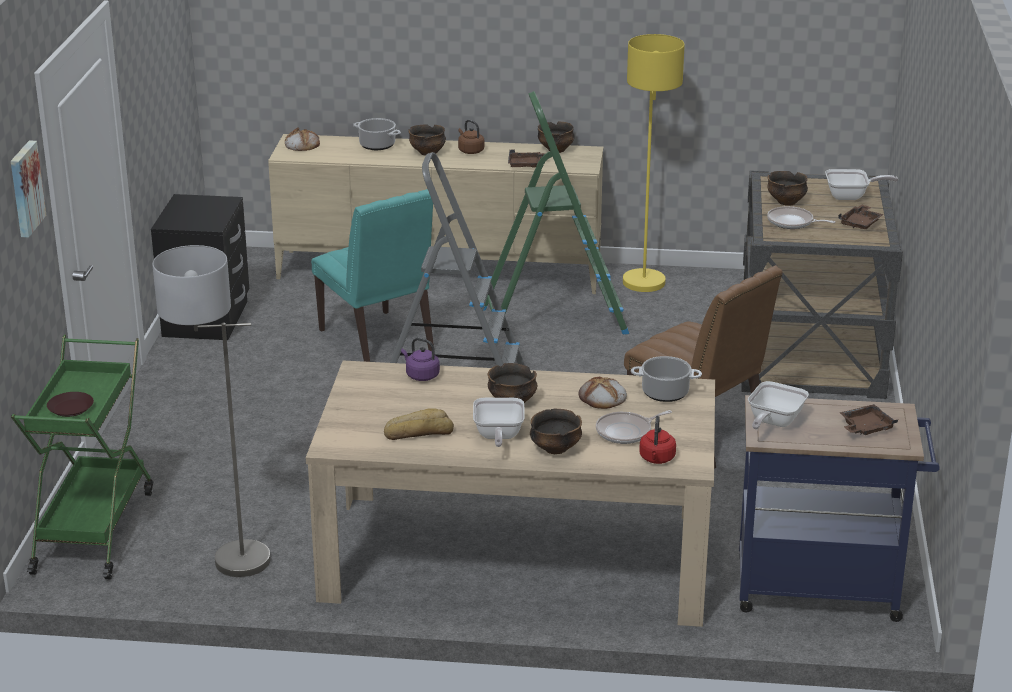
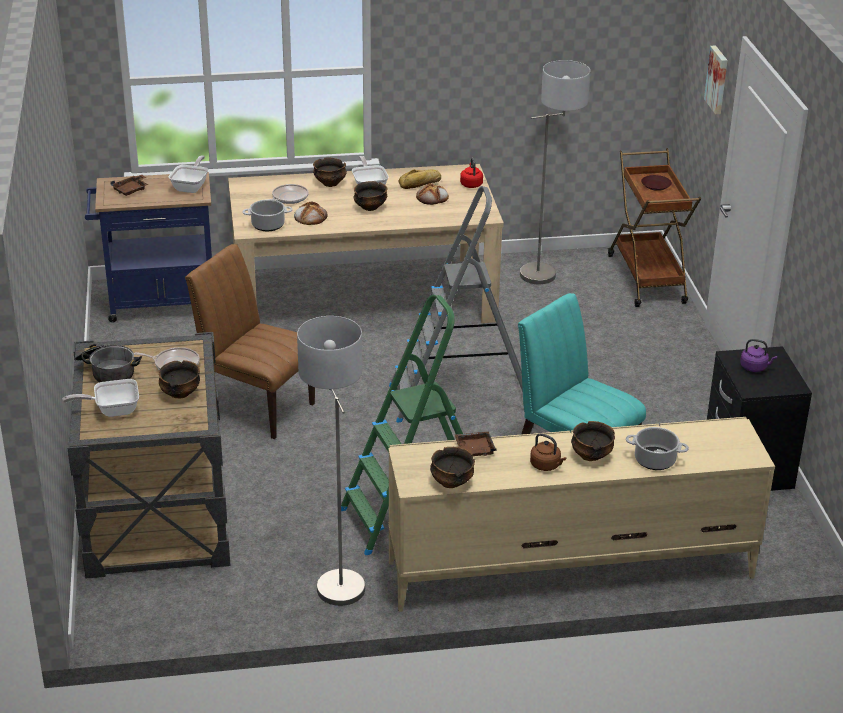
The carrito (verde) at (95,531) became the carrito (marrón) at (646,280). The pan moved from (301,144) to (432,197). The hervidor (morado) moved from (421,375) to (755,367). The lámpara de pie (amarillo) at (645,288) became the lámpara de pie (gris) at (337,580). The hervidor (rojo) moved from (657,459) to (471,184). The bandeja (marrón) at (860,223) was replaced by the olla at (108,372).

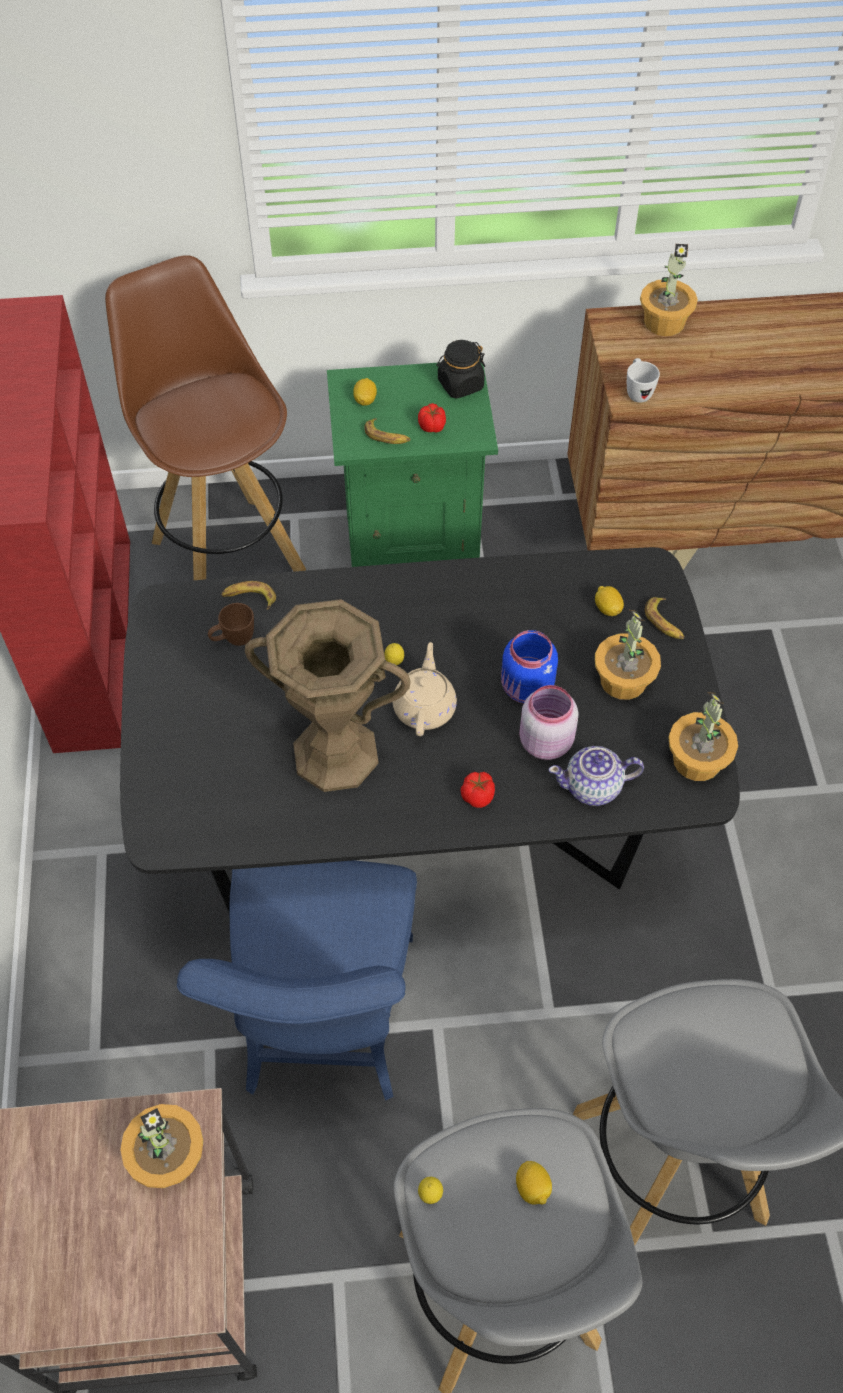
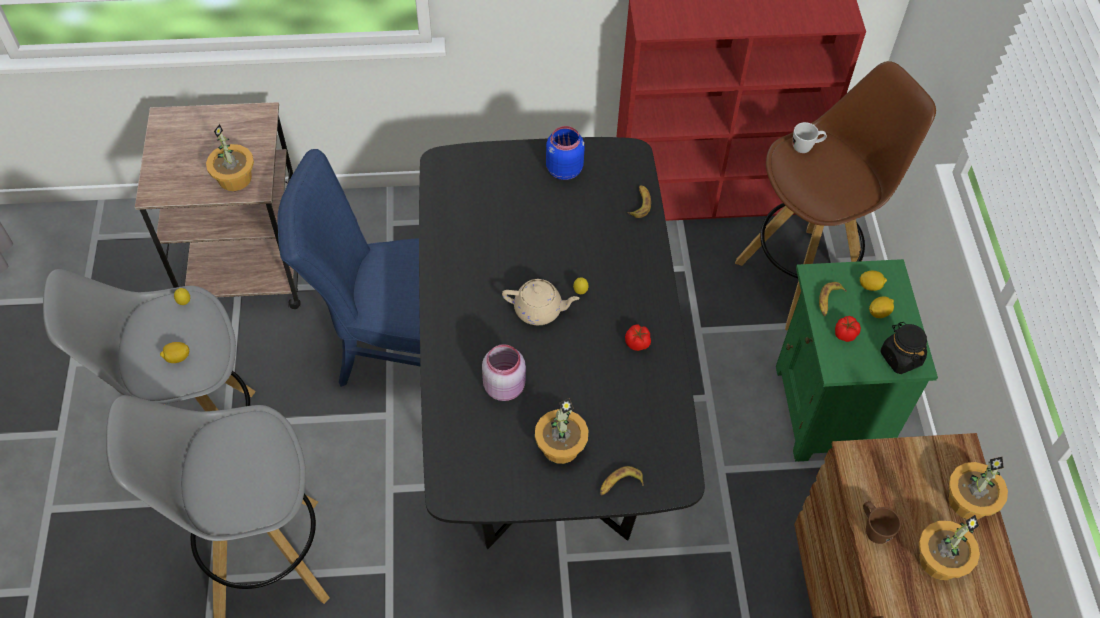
The taza grande (marrón) moved from (233,640) to (873,529). The florero (marrón) at (335,755) disappeared. The tomate moved from (478,795) to (637,343). The tarro (azul) moved from (526,689) to (563,169). The tetera at (593,787) disappeared. The limón moved from (607,608) to (879,312). The taza grande (blanco) moved from (637,392) to (806,147). The planta en maceta moved from (696,760) to (939,559).

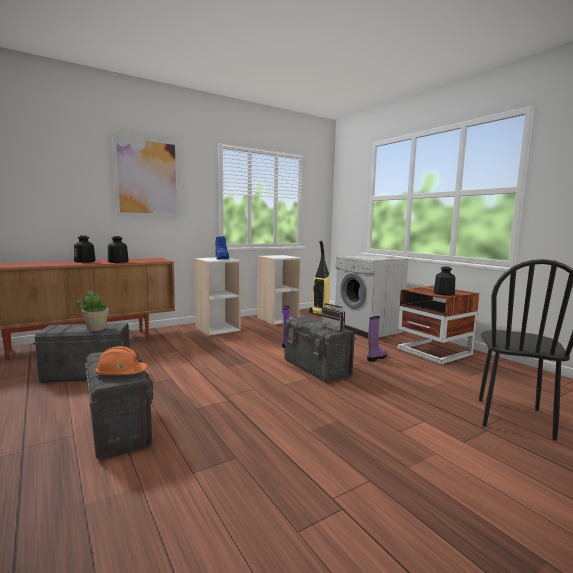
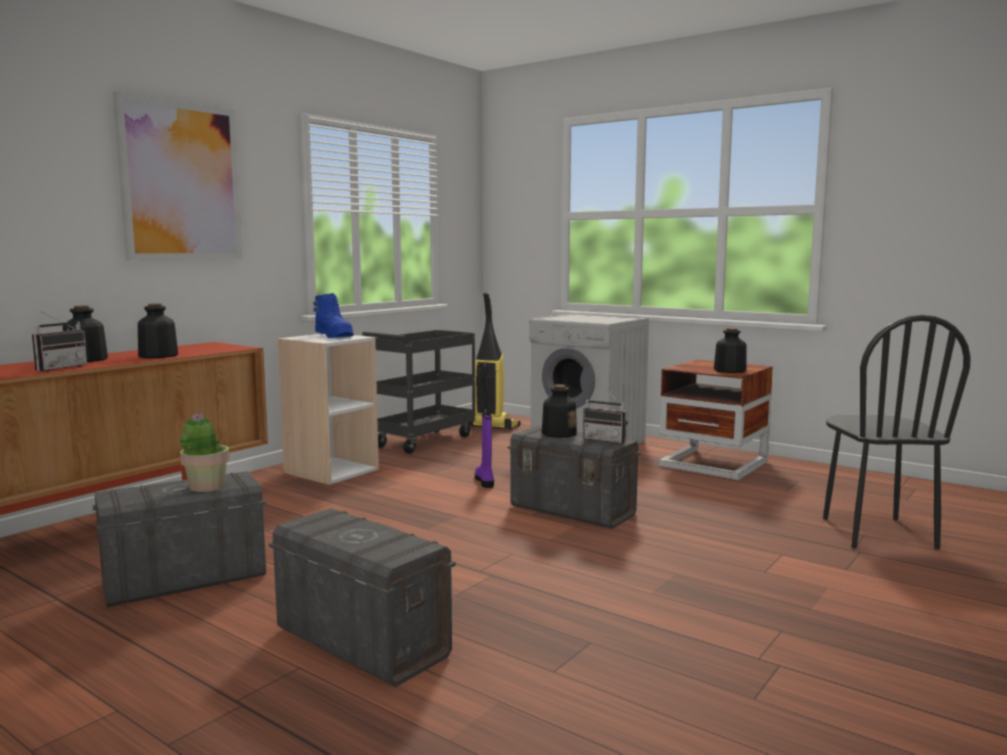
The casco (naranja) at (120,373) disappeared. The estantería at (278,319) was replaced by the carrito (gris) at (422,442). The bota (morado) at (376,358) disappeared. The radio at (58,368) appeared. The botella at (558,433) appeared.

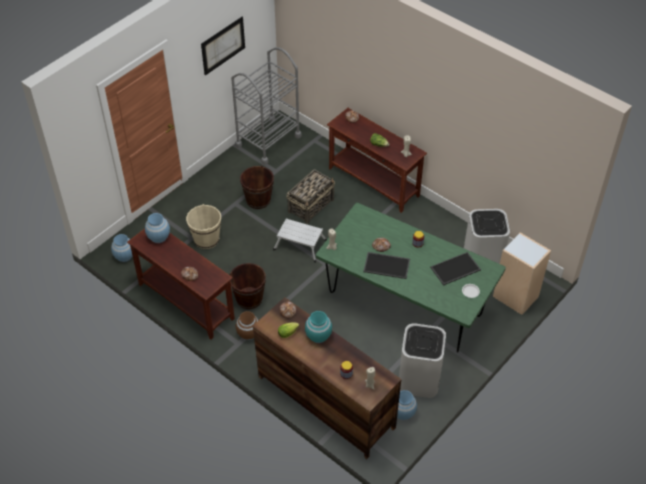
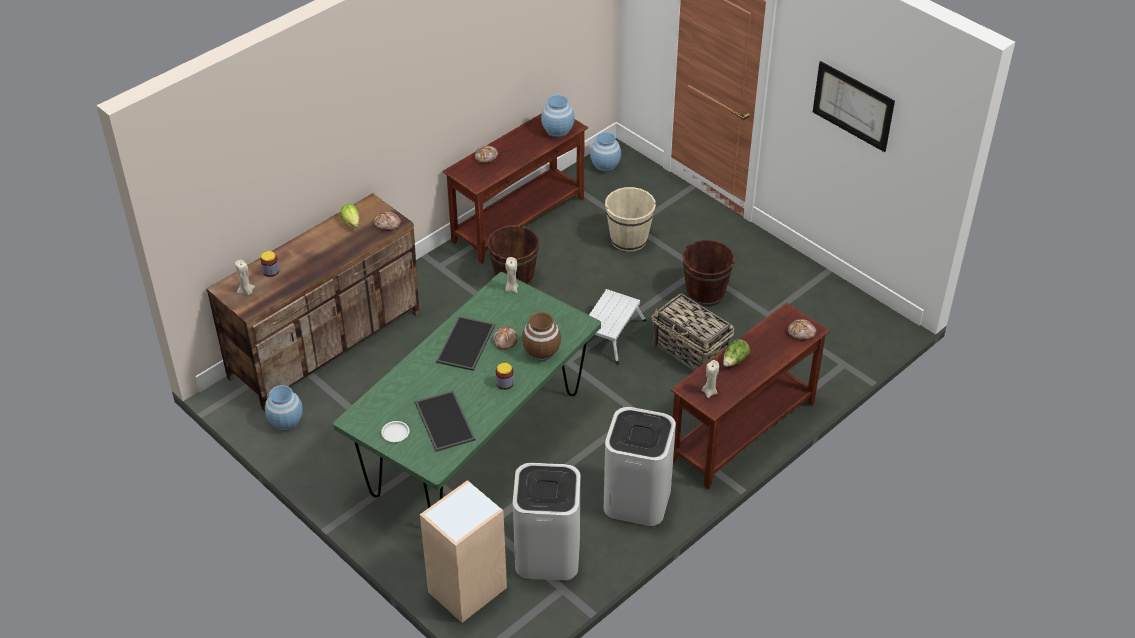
The carrito (gris) at (268,141) disappeared. The florero (marrón) moved from (248,333) to (541,351). The florero (turquesa) at (318,335) disappeared. The papelera (blanco) moved from (418,379) to (637,499).

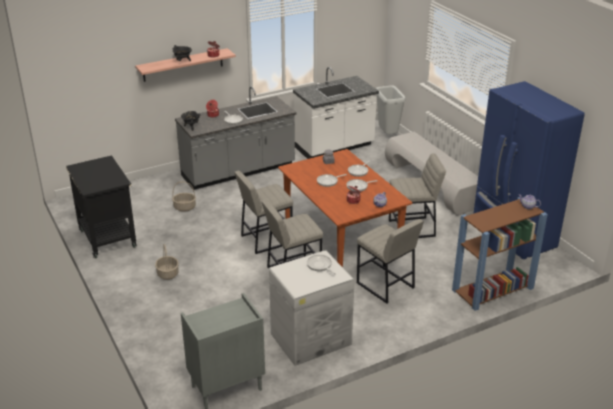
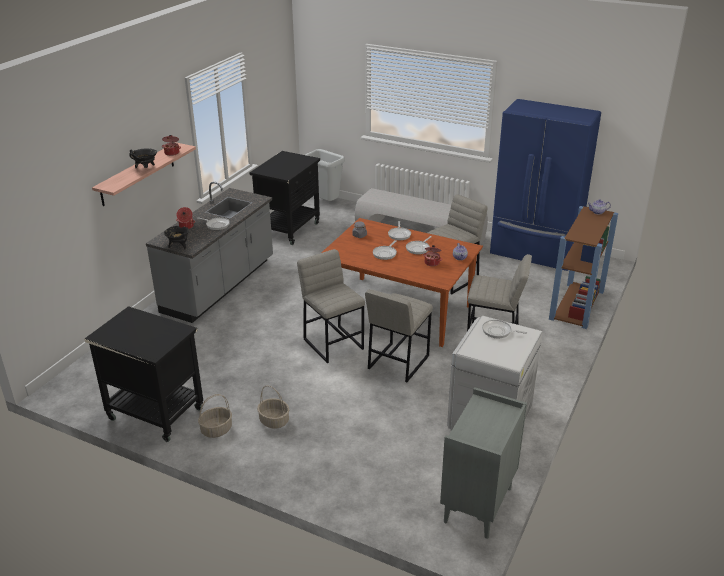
The cesta moved from (185,207) to (216,429). The silla (gris) at (265,240) turned 120 degrees clockwise. The mueble bajo de cocina (blanco) at (334,147) was replaced by the carrito (negro) at (289,230).

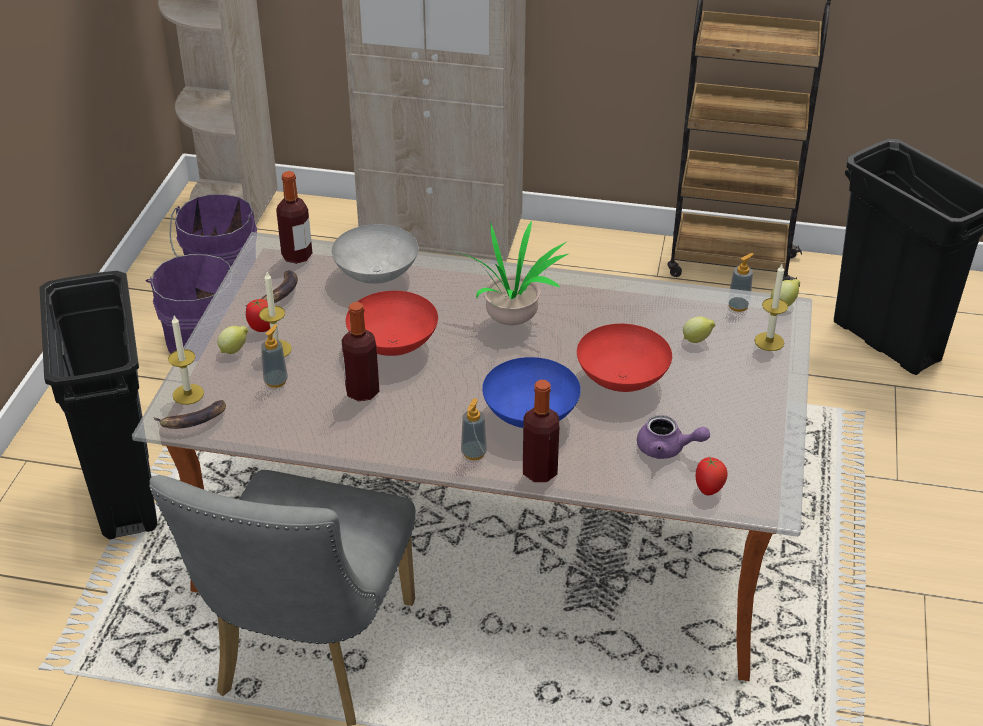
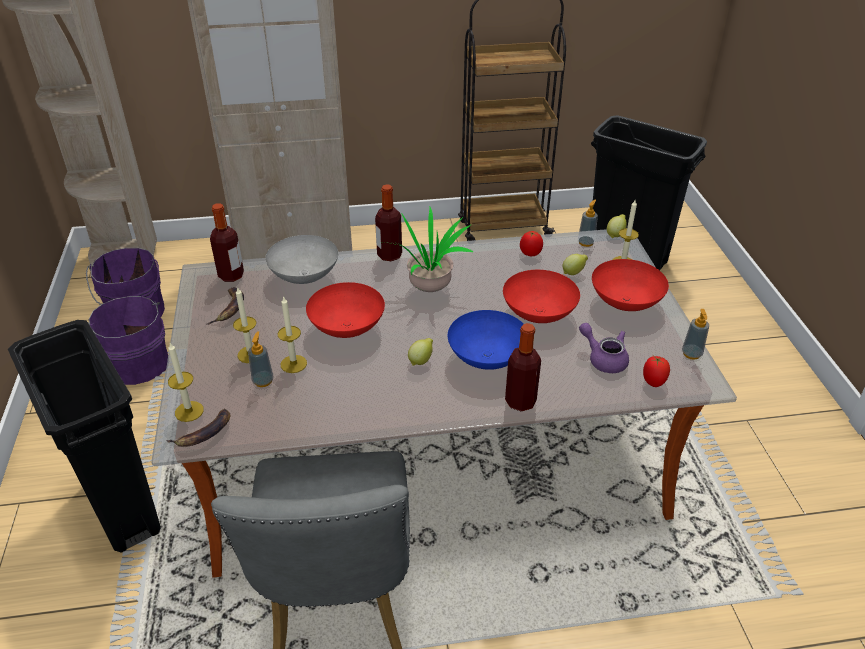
The limón moved from (234,350) to (421,360). The tomate moved from (261,328) to (530,253). The botella moved from (362,391) to (389,255). The dispensador de jabón moved from (473,453) to (691,354). The tetera (morado) at (667,449) turned 135 degrees counterclockwise. The vela at (293,364) appeared. The cuenco (rojo) at (626,303) appeared.

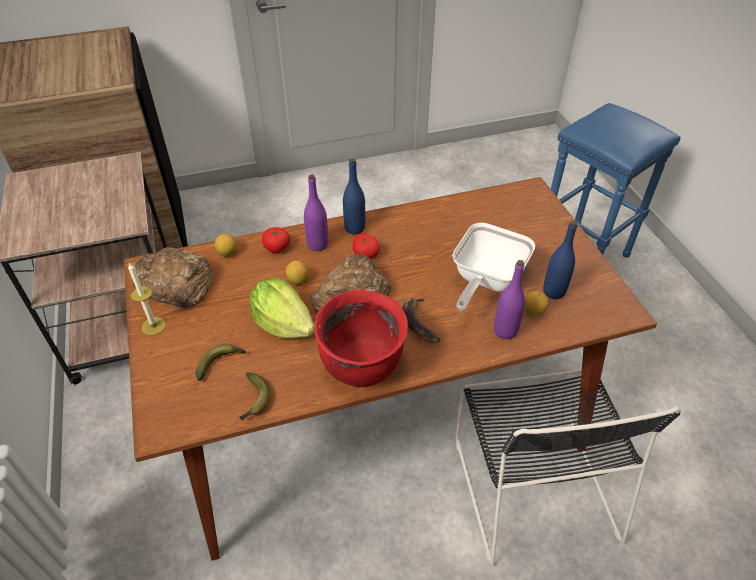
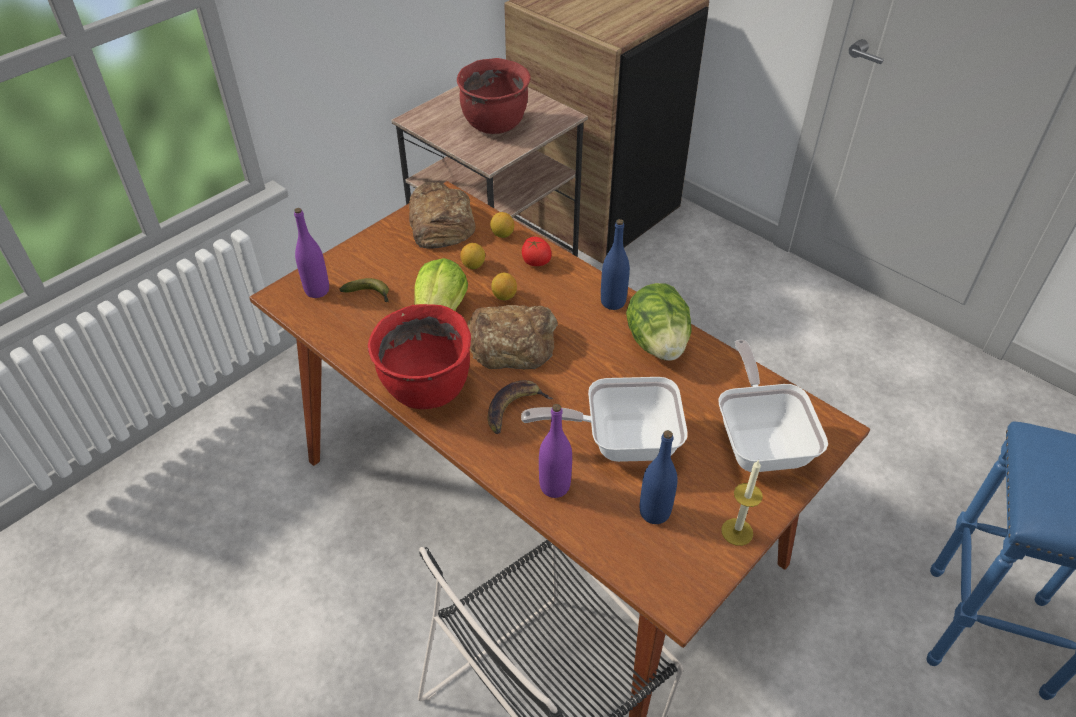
The vela moved from (153,326) to (737,532). The plátano at (254,400) disappeared. The botella (morado) moved from (317,244) to (317,290). The tomate at (365,255) disappeared. The limón moved from (534,311) to (473,265). The olla (rojo) at (495,125) appeared. The lechuga at (657,343) appeared. The sartén at (760,440) appeared.

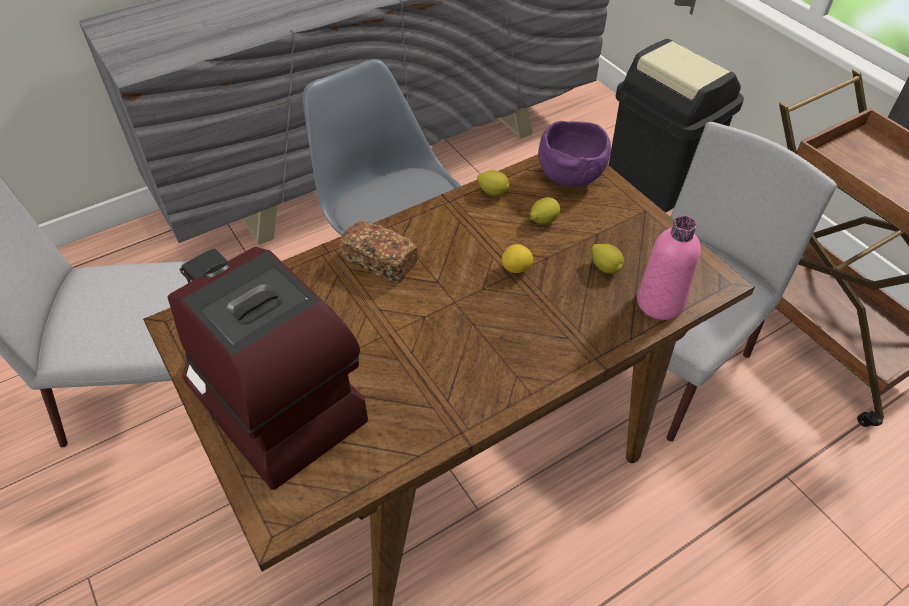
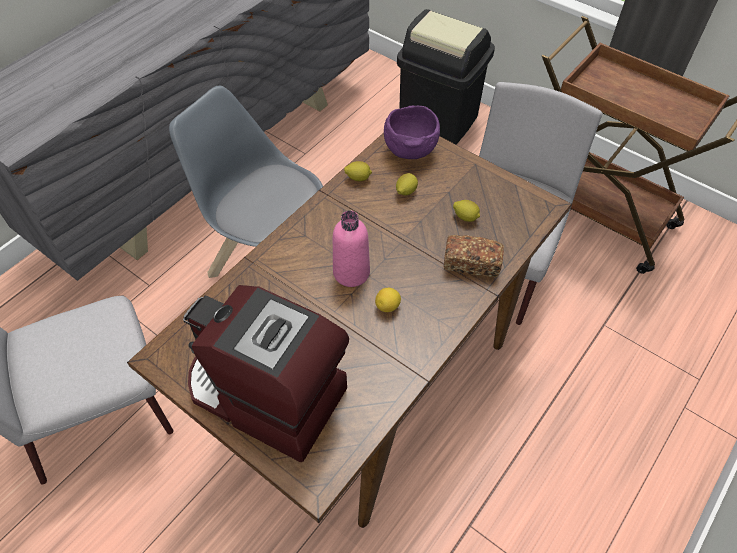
The pan moved from (380,261) to (471,263). The limón moved from (516,269) to (387,306). The botella (rosa) moved from (660,303) to (351,272).

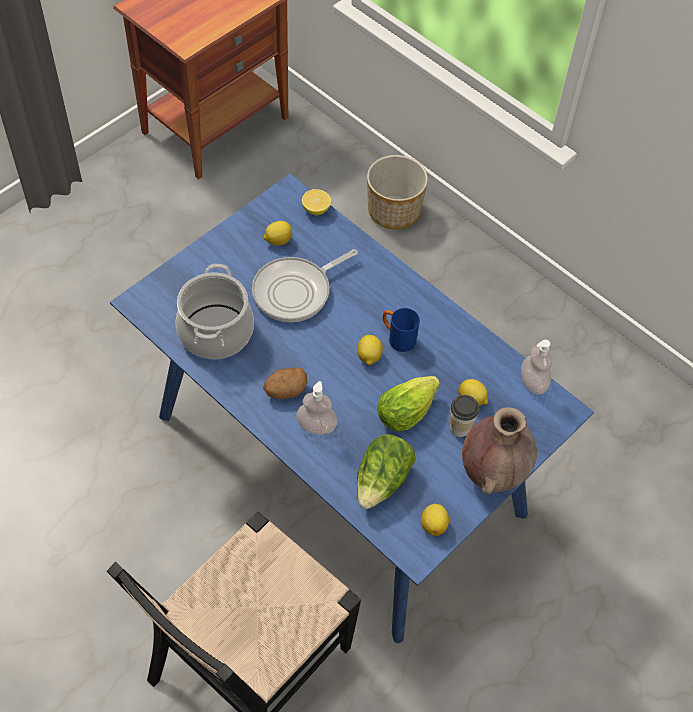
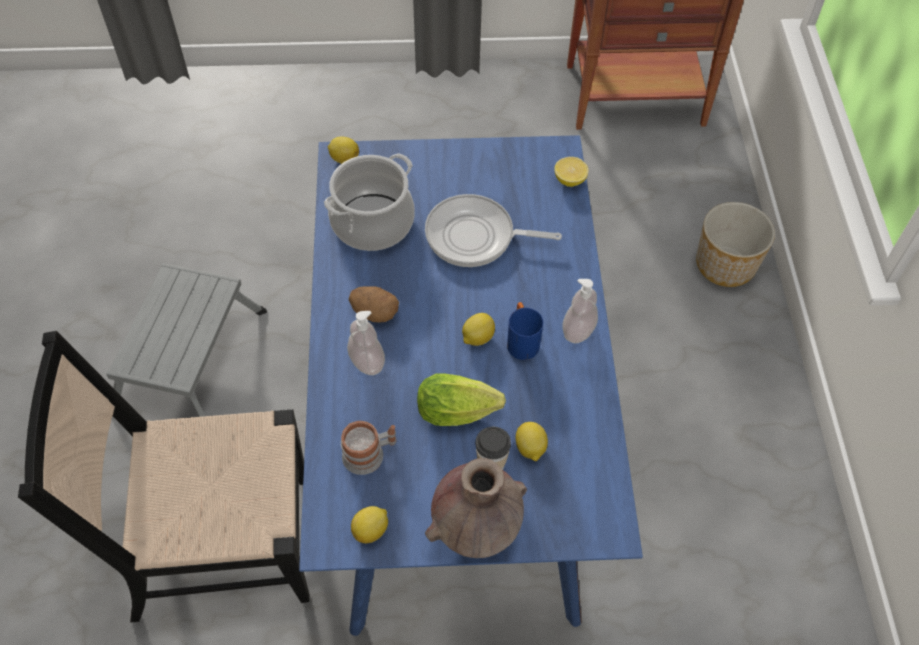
The limón moved from (277,240) to (344,158). The lechuga at (382,481) was replaced by the taza grande at (370,454). The dispensador de jabón moved from (533,382) to (578,330). The escalera de tijera (gris) at (190,359) appeared.

